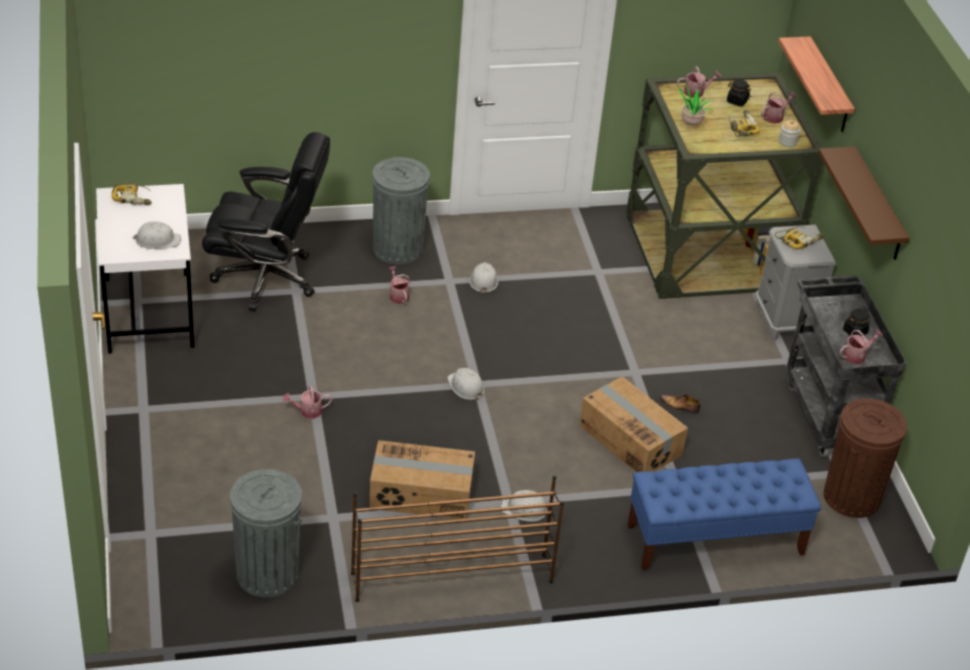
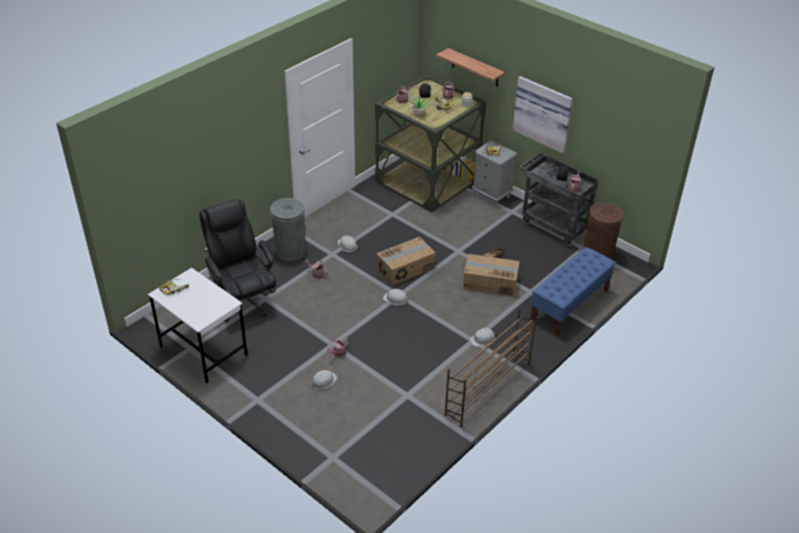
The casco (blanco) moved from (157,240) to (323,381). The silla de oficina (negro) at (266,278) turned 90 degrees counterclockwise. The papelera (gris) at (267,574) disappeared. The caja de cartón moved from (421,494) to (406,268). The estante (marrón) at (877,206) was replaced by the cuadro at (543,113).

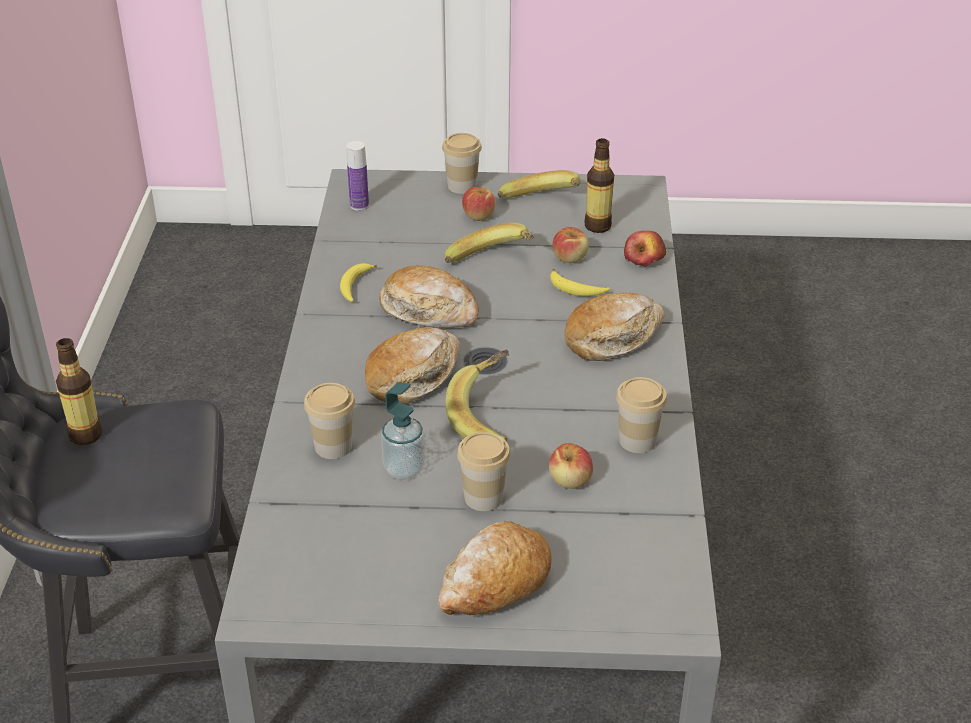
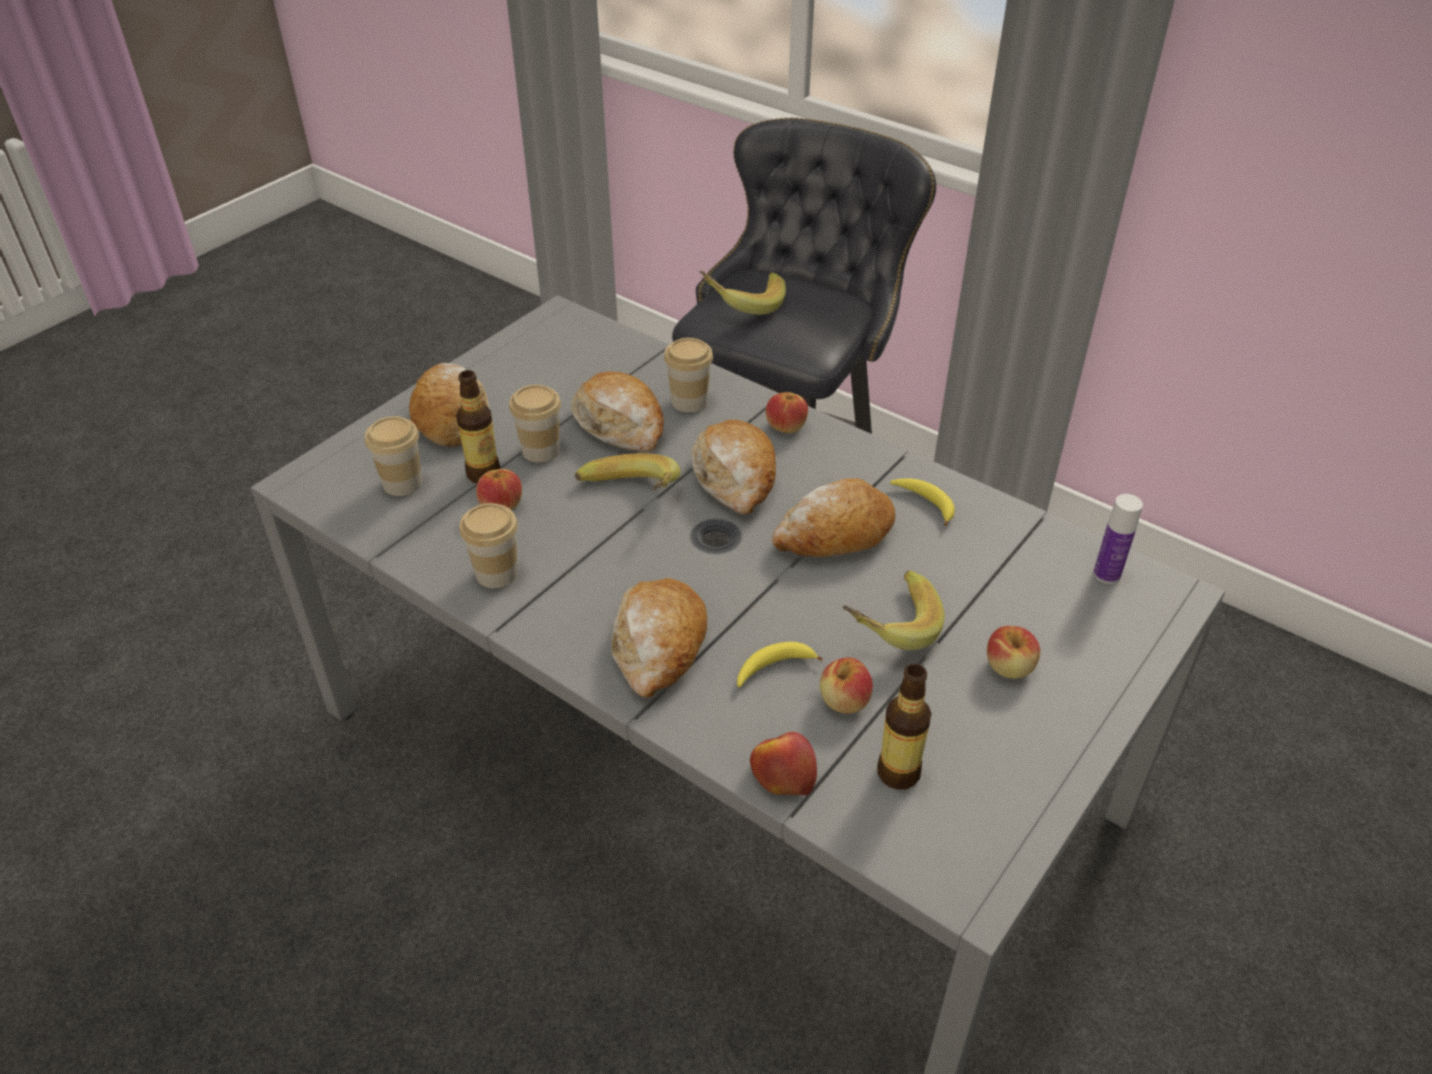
The botella moved from (85,435) to (484,474). The dispensador de jabón at (404,469) was replaced by the pan at (621,425). The taza moved from (462,186) to (402,483). The plátano moved from (542,205) to (743,304). The manzana at (786,426) appeared.

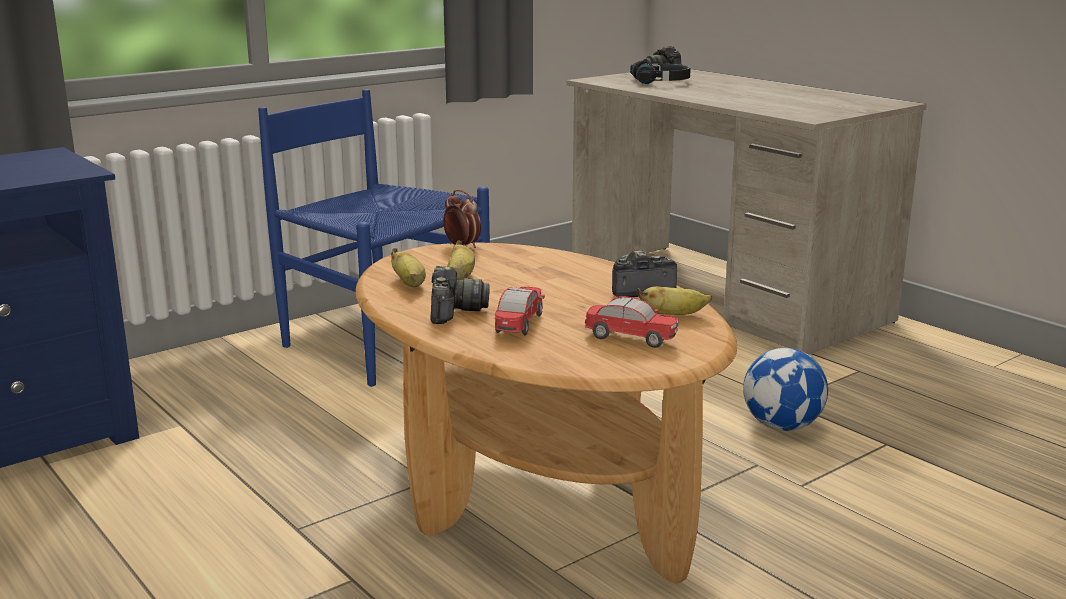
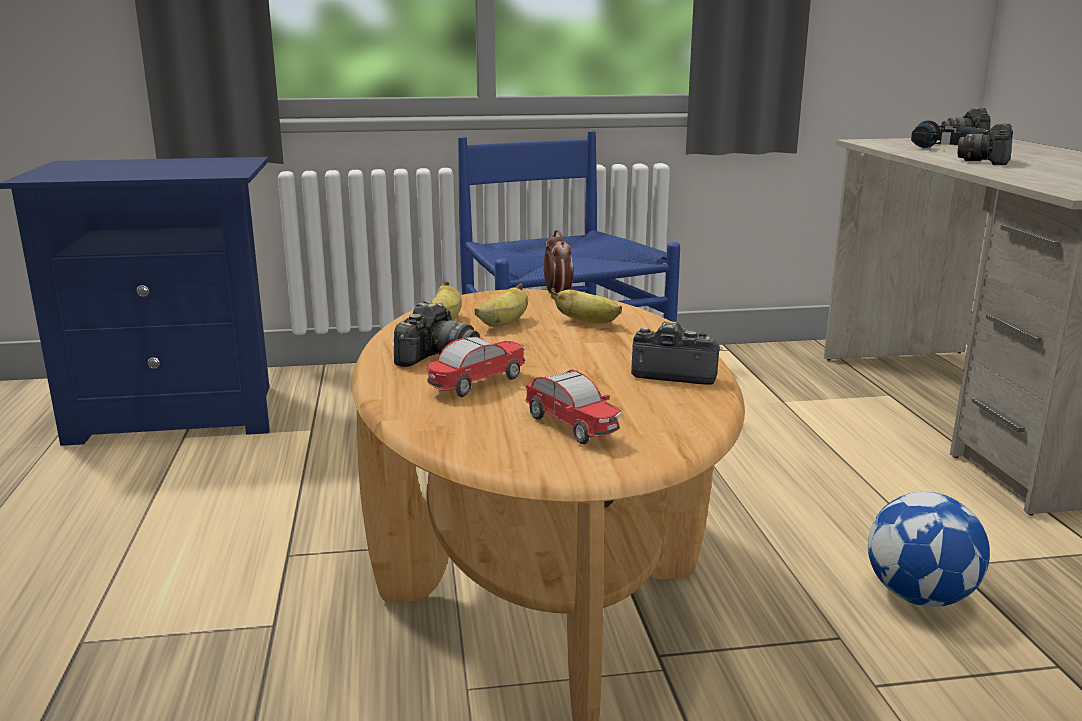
The plátano moved from (673,315) to (588,322). The cámara at (988,161) appeared.

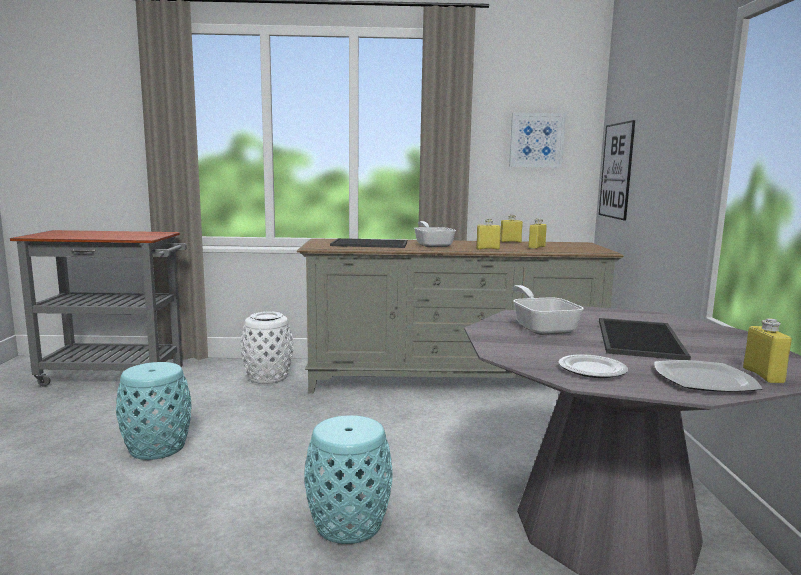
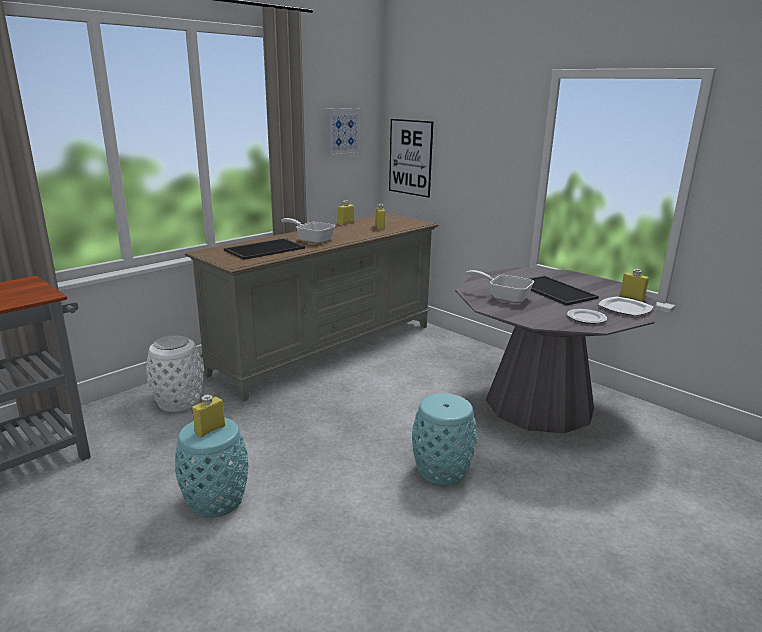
The botella (amarillo) moved from (487,249) to (210,430).

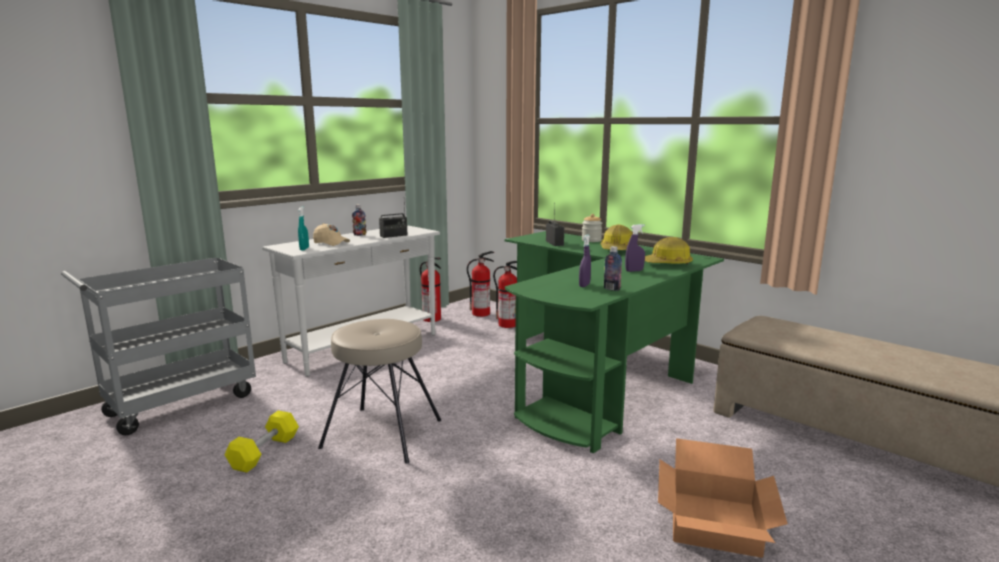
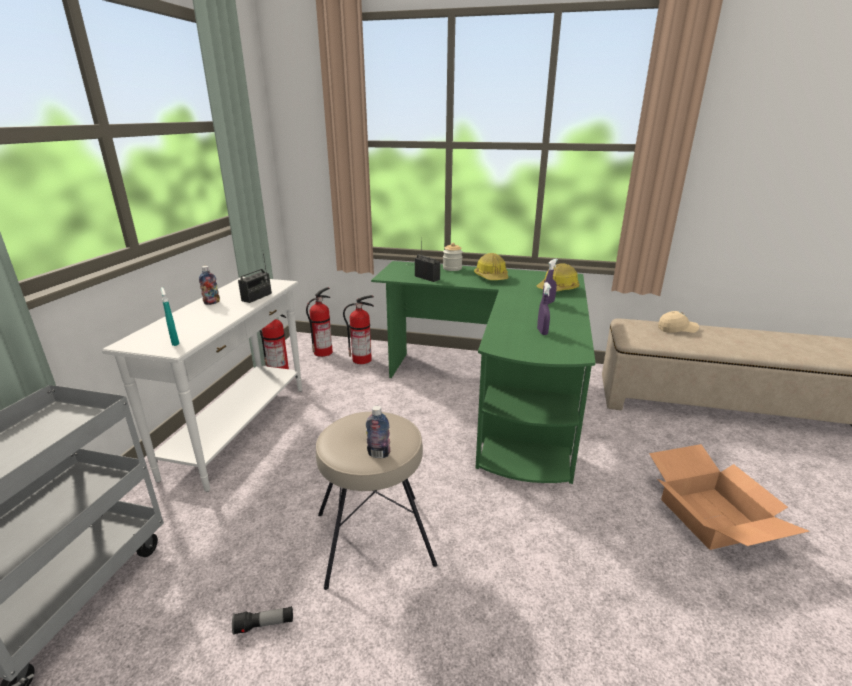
The mancuerna (amarillo) at (264,452) was replaced by the linterna at (264,625). The gorra (beis) moved from (331,243) to (677,329). The botella moved from (611,289) to (379,454).

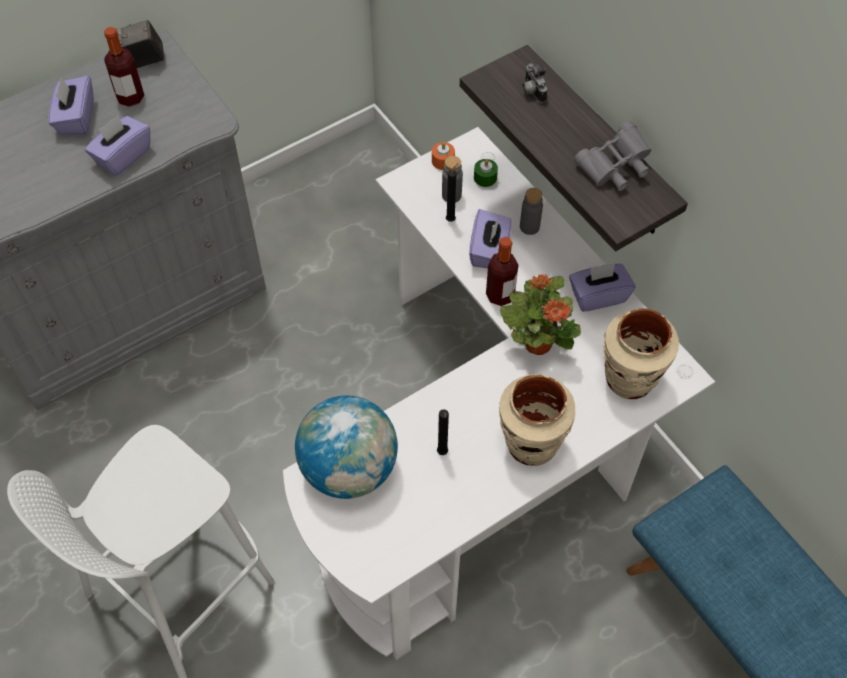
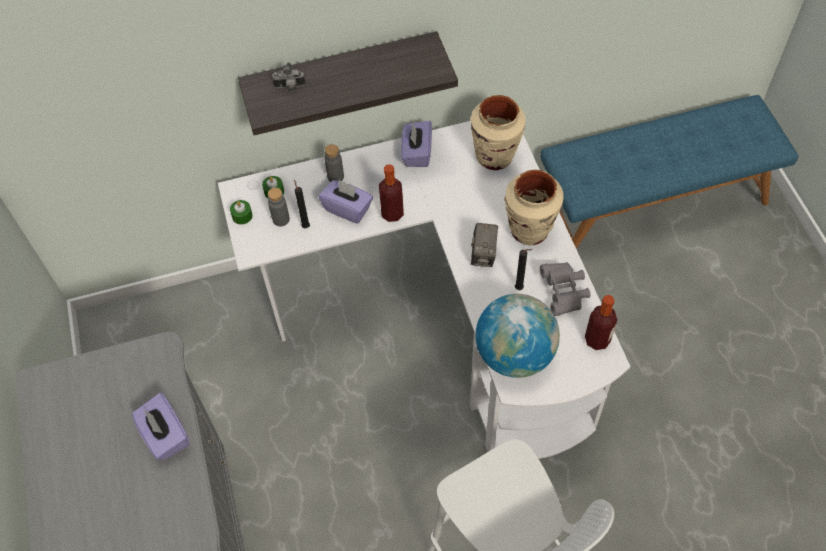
The caja de pañuelos (morado) at (76,118) disappeared. The botella moved from (130,97) to (597,340). The cámara moved from (143,61) to (483,255). The vela (naranja) at (443,161) became the vela (verde) at (242,216). The planta en maceta at (537,342) disappeared. The prismáticos (gris) moved from (614,168) to (564,293).

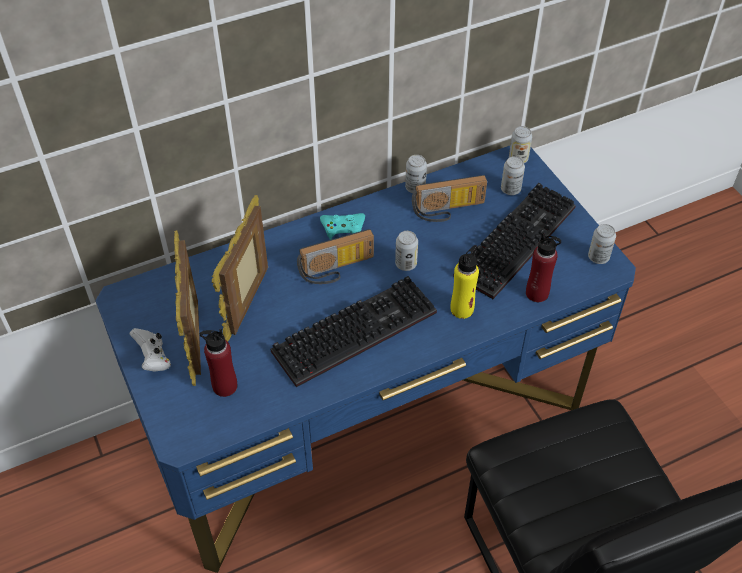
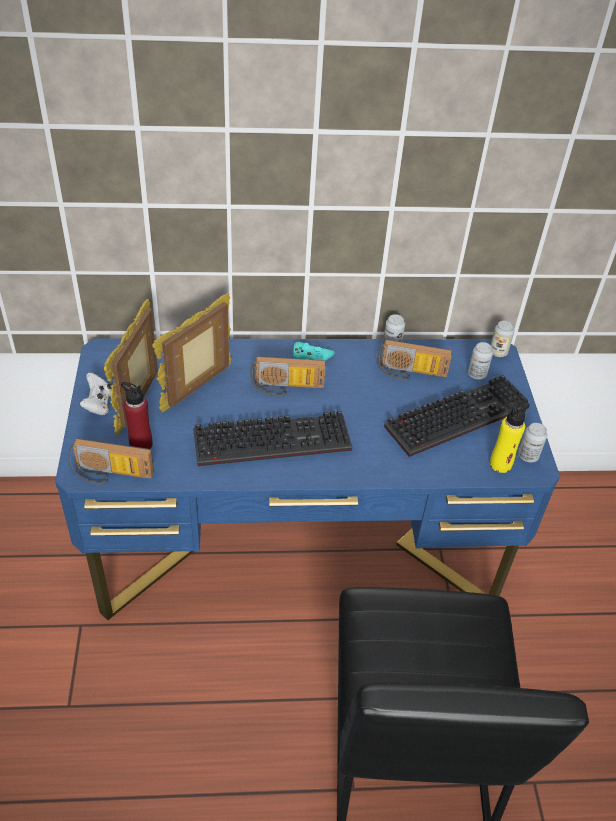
The lata at (406,264) disappeared. The botella (amarillo) moved from (462,309) to (500,464). The botella (rojo) at (537,293) disappeared. The radio at (110,475) appeared.

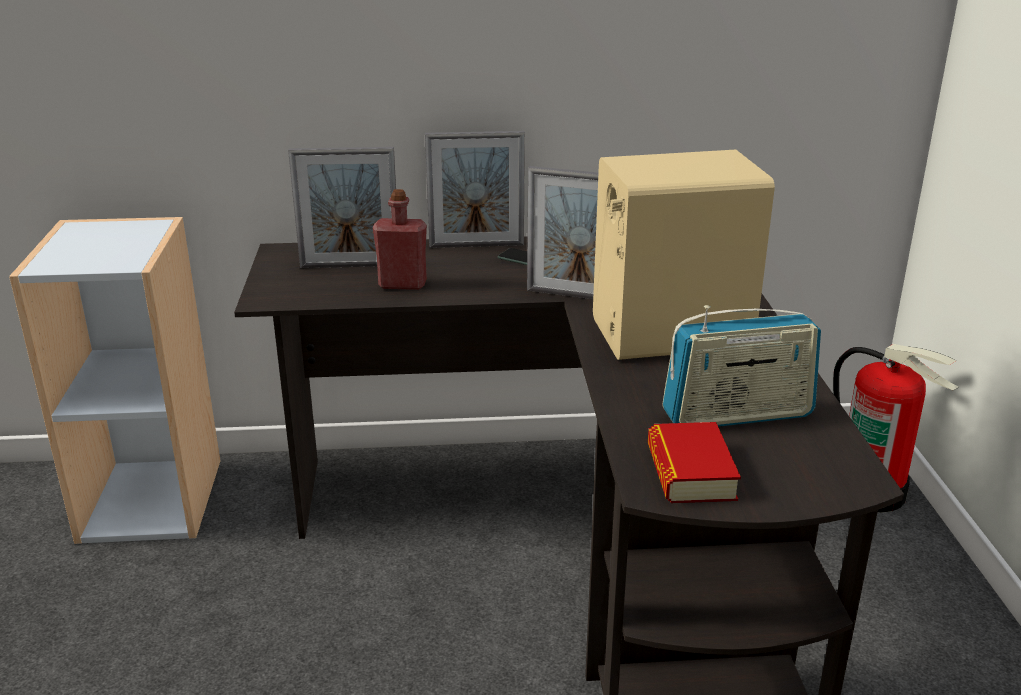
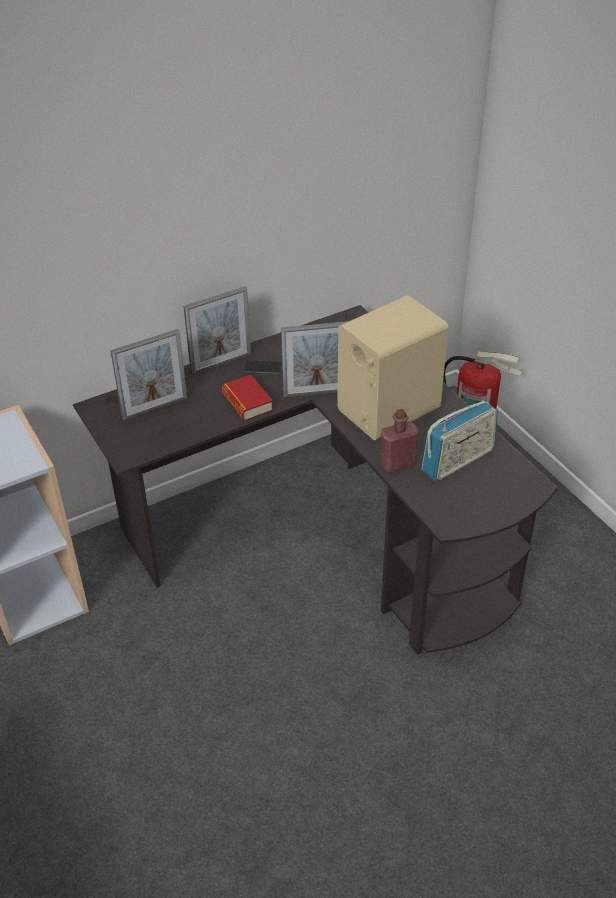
The botella (rojo) moved from (402,284) to (397,464). The libro moved from (690,472) to (247,402).

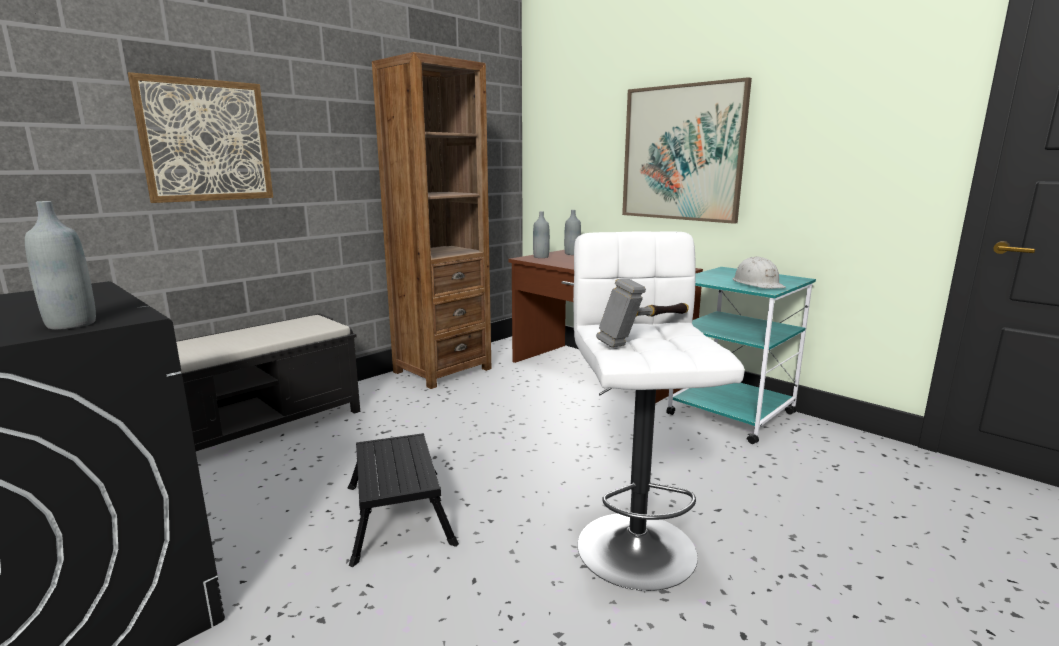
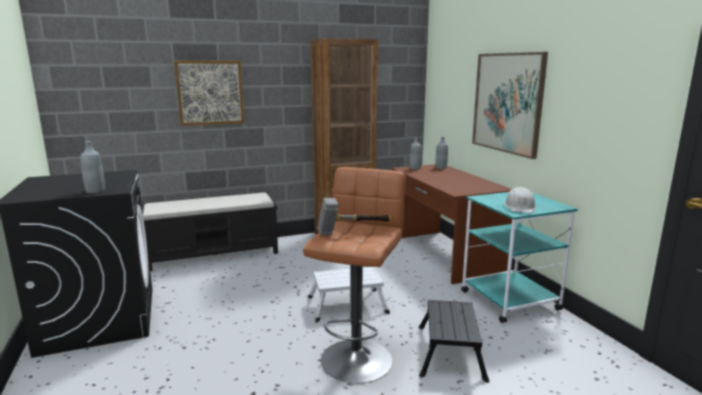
The escalera de tijera (negro) moved from (398,513) to (450,351). The taburete (blanco) at (637,548) became the taburete (marrón) at (357,360). The escalera de tijera (blanco) at (348,305) appeared.

